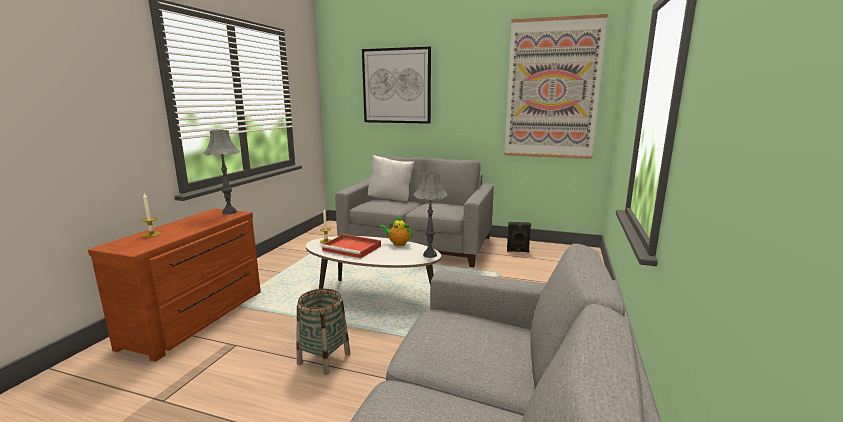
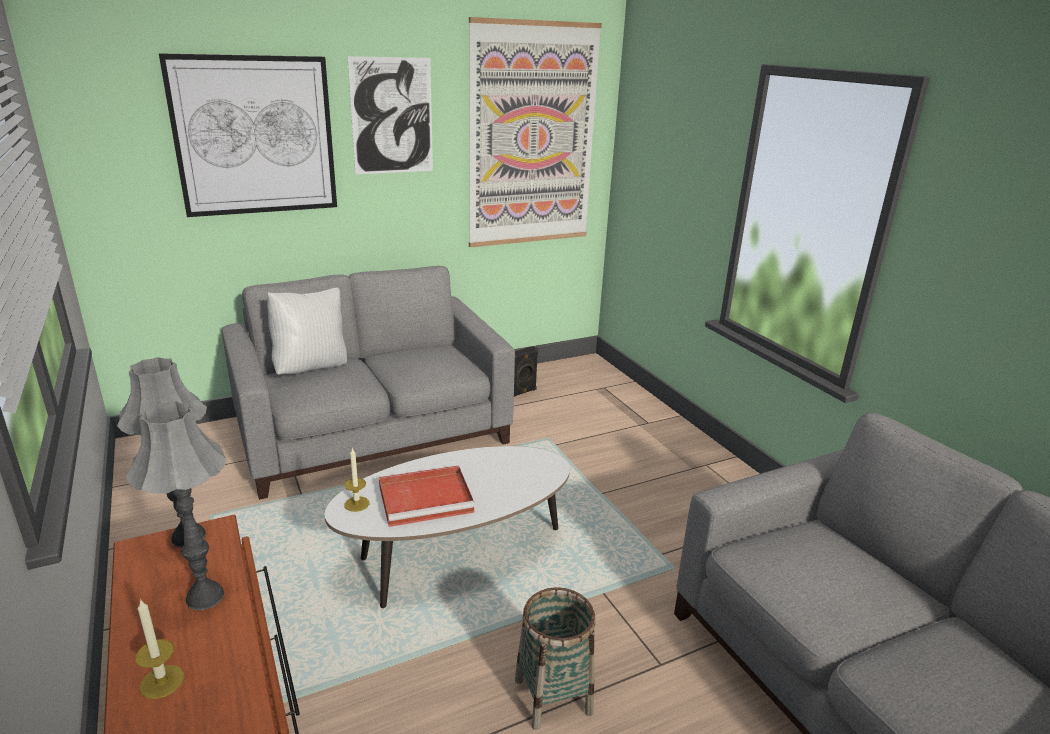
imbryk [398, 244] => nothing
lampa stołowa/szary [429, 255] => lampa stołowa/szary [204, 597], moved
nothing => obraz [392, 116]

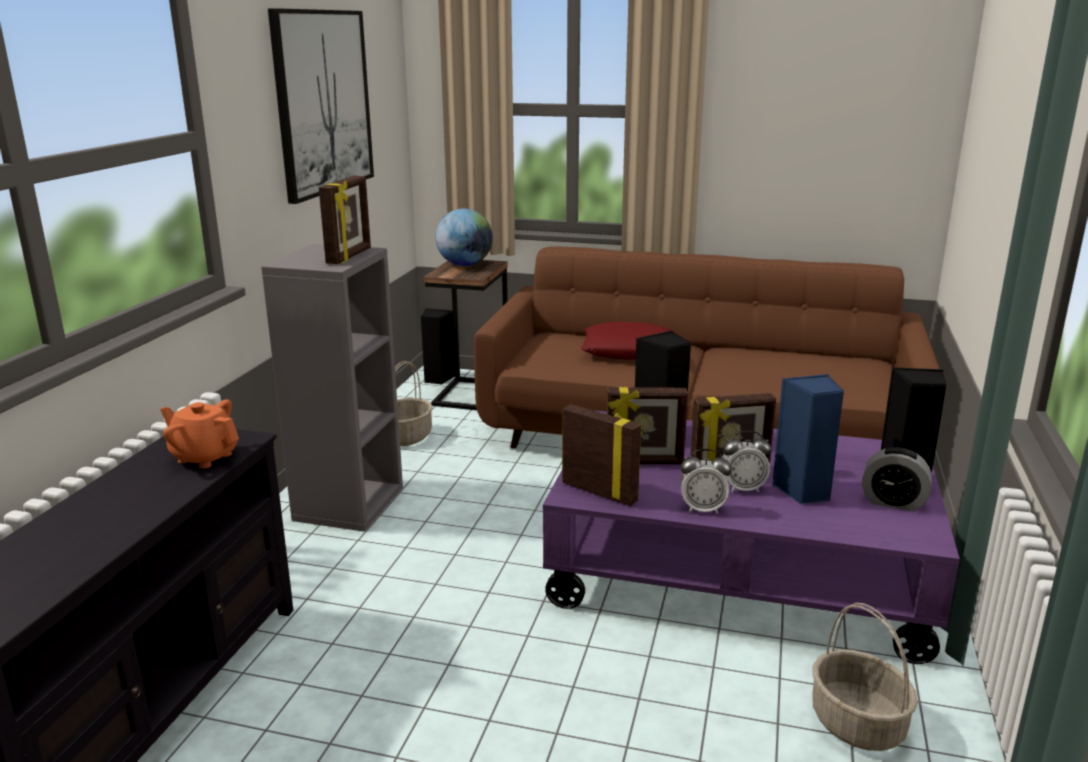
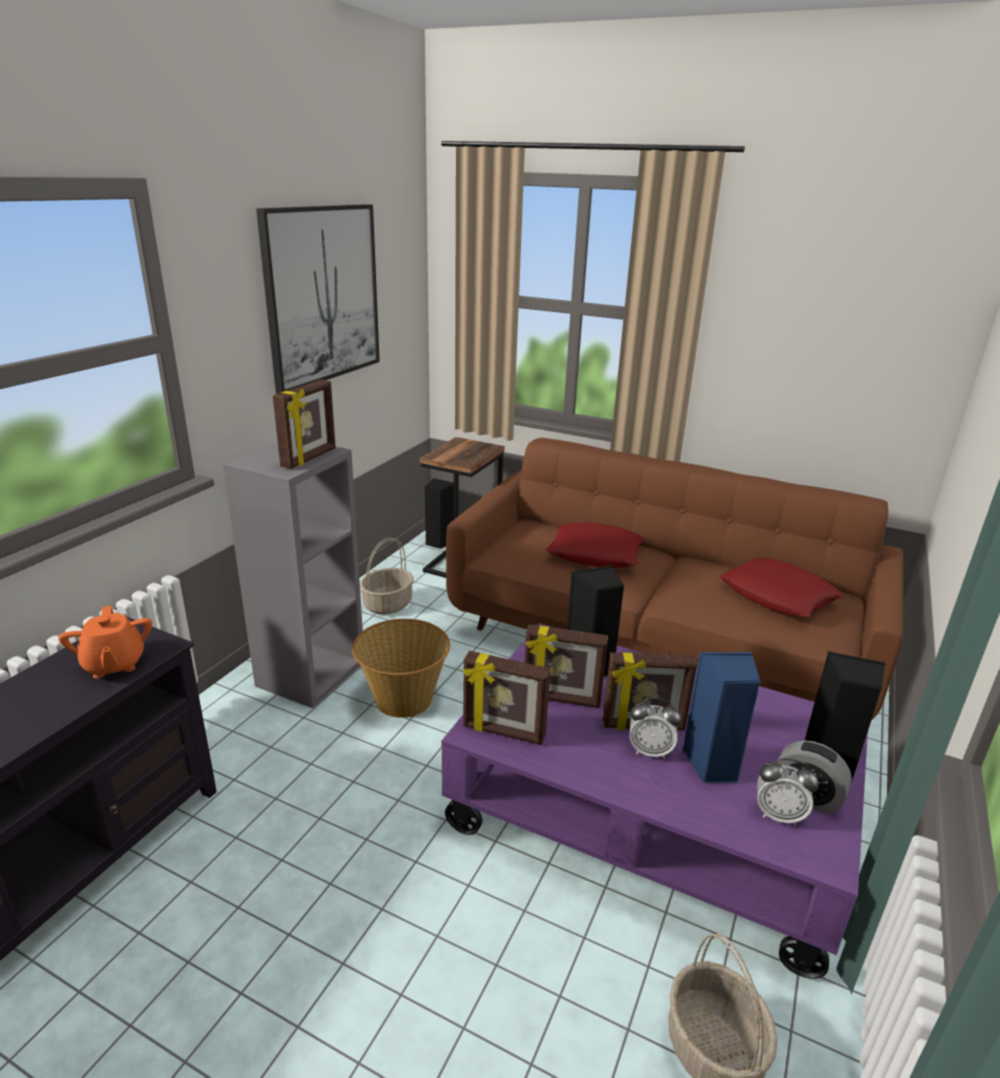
imbryk/pomarańczowy [204, 457] => imbryk/pomarańczowy [114, 664], 150 degrees counterclockwise
globus [465, 265] => nothing
ramka na zdjęcie [600, 492] => ramka na zdjęcie [503, 732], 150 degrees clockwise
budzik [702, 509] => budzik [778, 815], moved
nothing => koszyk [403, 700]
nothing => poduszka/czerwony [778, 596]

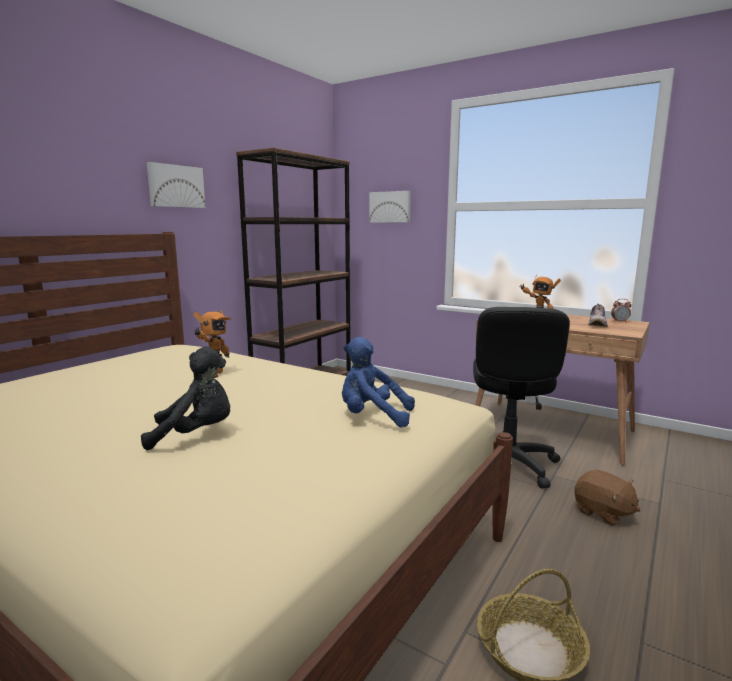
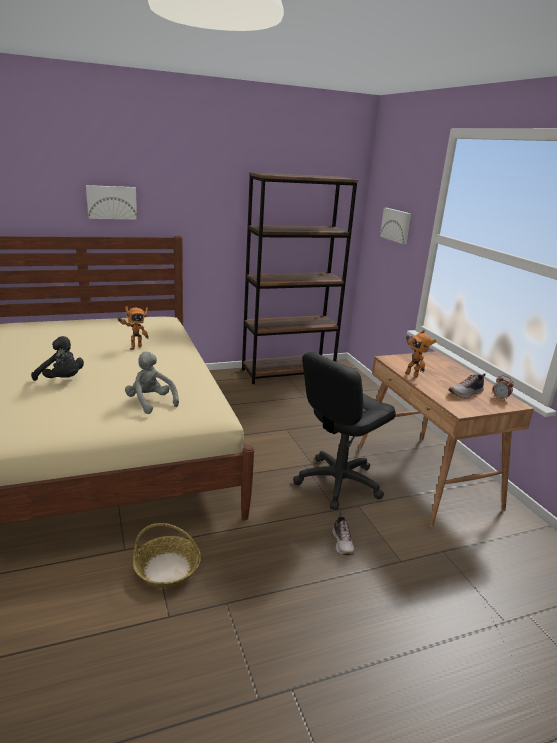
obraz [175, 186] => obraz [111, 202], moved
pluszak/niebieski [372, 417] => pluszak/szary [150, 402]
pluszak/brązowy [603, 513] => but [343, 543]

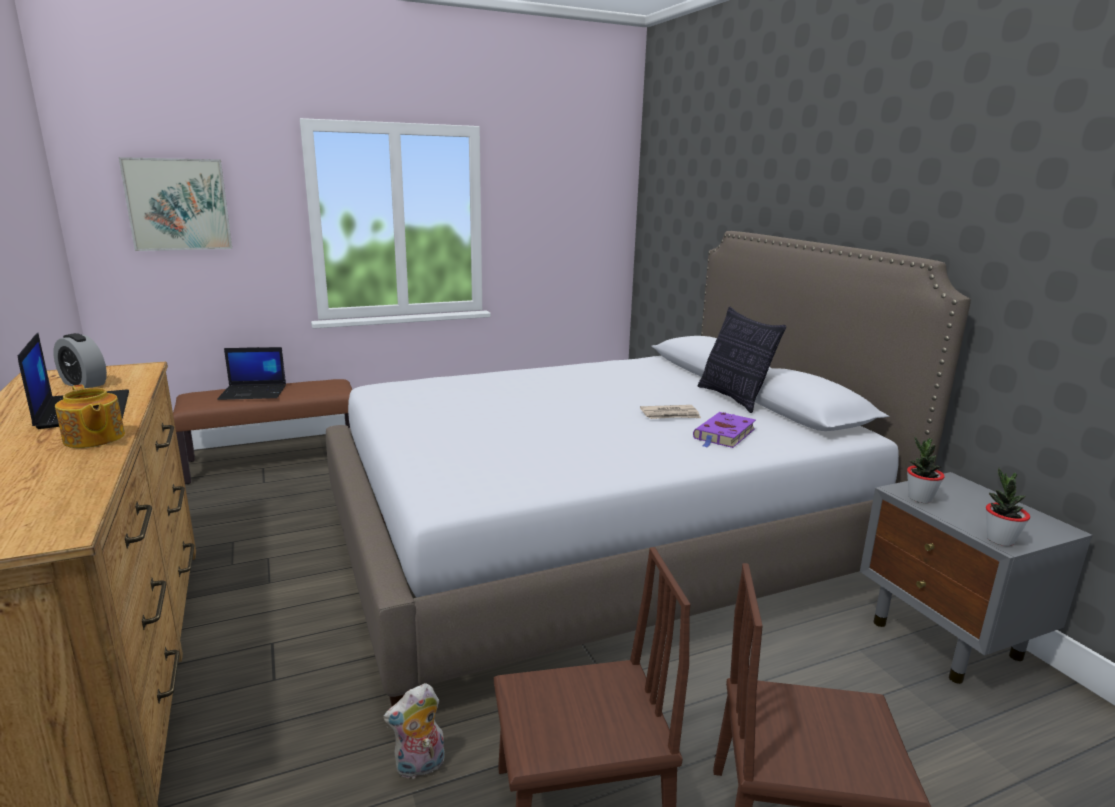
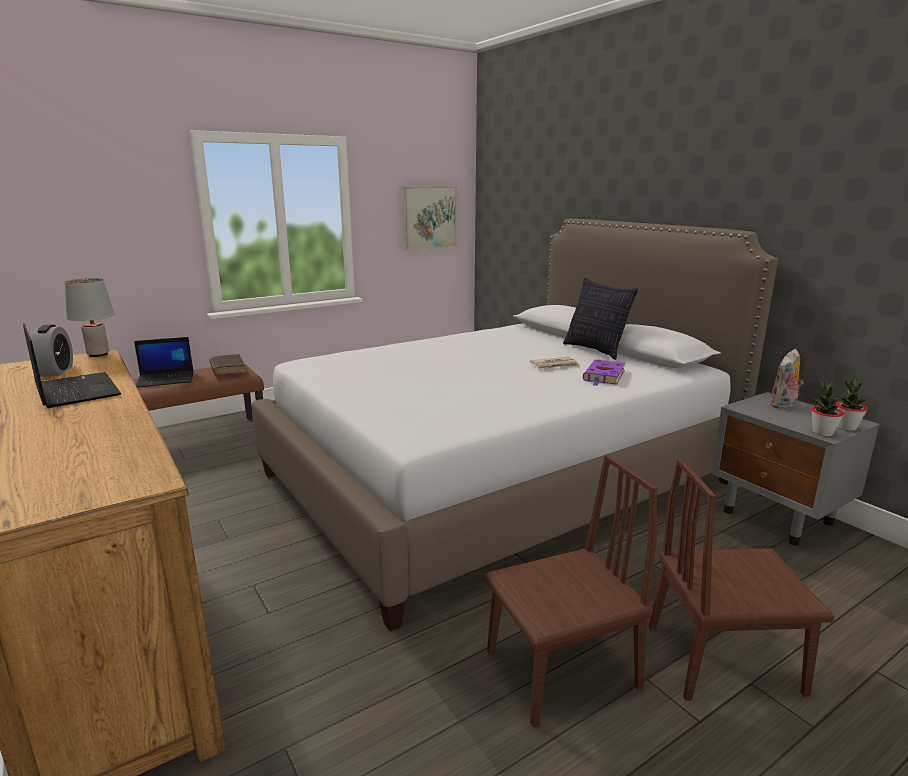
budzik [84, 384] => budzik [56, 371], 120 degrees counterclockwise
imbryk [94, 438] => nothing
obraz [178, 204] => obraz [429, 217], moved
pluszak [419, 767] => pluszak [783, 406], moved
roślina doniczkowa [919, 498] => roślina doniczkowa [846, 427], moved
nothing => lampa stołowa/szary [97, 354]
nothing => książka/brązowy [227, 370]

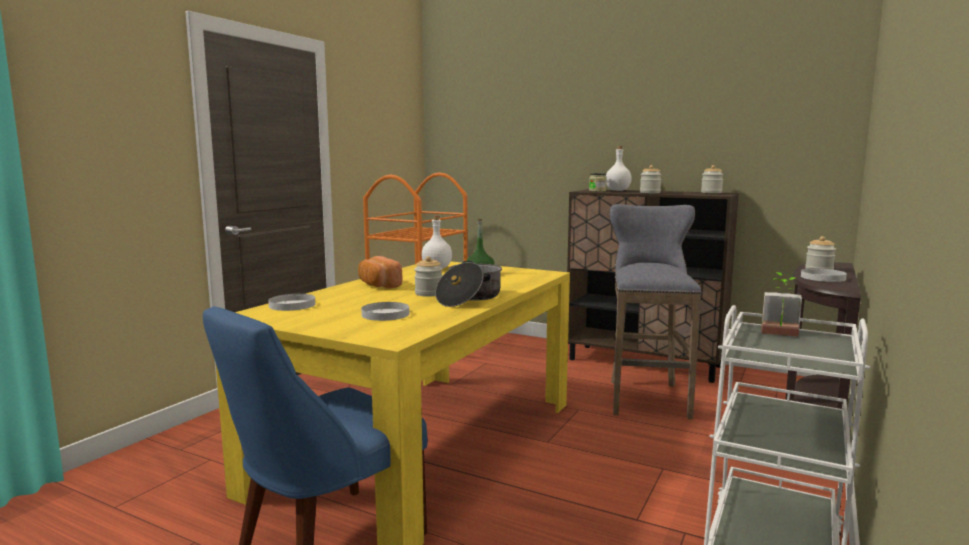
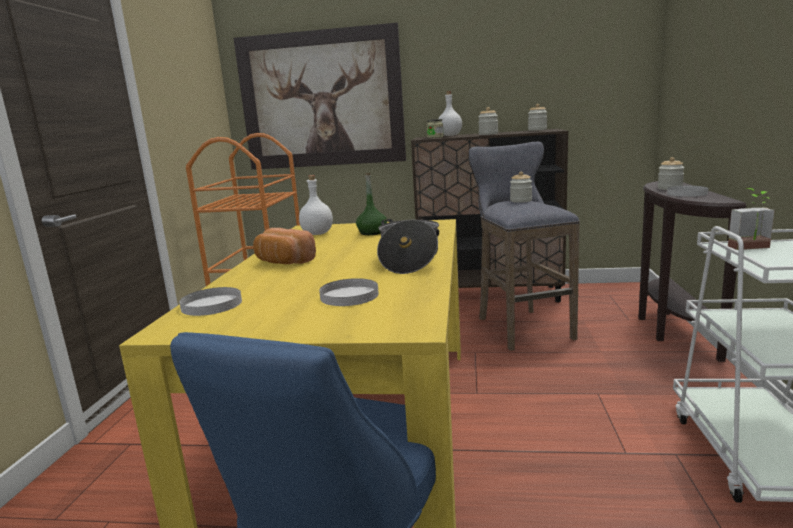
słoik [428, 293] => słoik [521, 201], moved
nothing => obraz [321, 100]

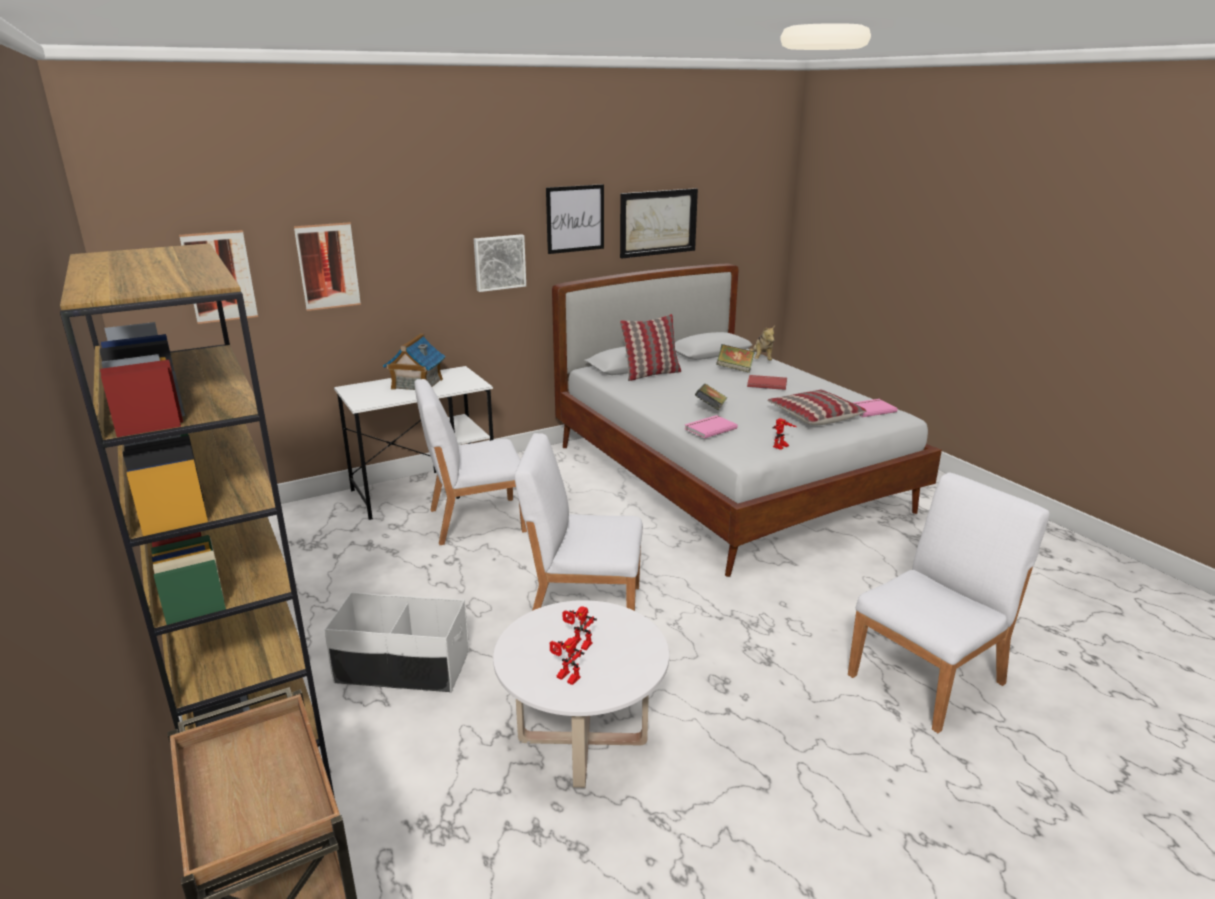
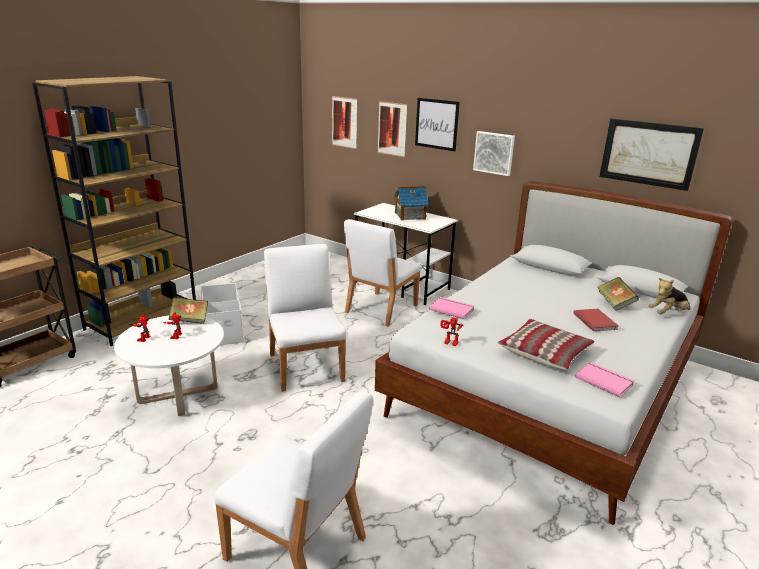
krzesło/biały [475, 520] => krzesło/biały [380, 309], 105 degrees counterclockwise
obraz [575, 218] => obraz [436, 124], moved
poduszka [650, 374] => nothing
książka [710, 409] => książka [190, 320], moved

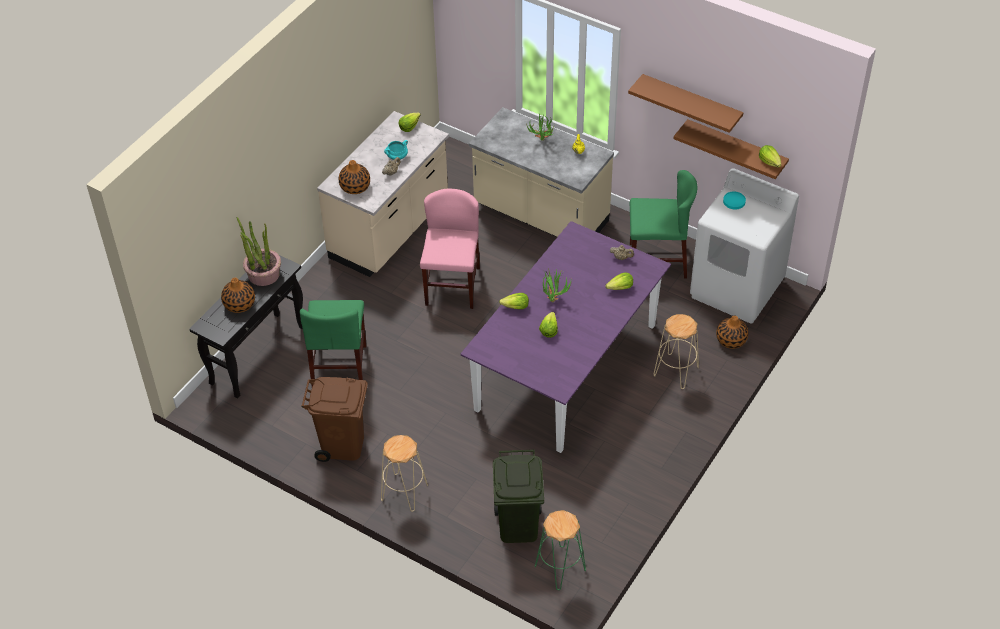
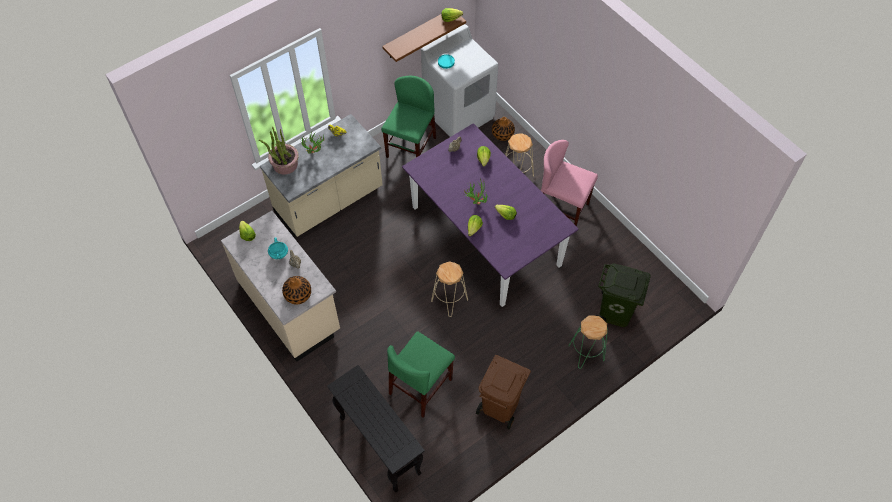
wazon [239, 304] => nothing
roślina doniczkowa [263, 274] => roślina doniczkowa [285, 164], moved
krzesło/zielony [339, 367] => krzesło/zielony [420, 386], 105 degrees clockwise
stołek/beżowy [404, 492] => stołek/beżowy [449, 300], moved
krzesło/różowy [452, 286] => krzesło/różowy [561, 209], moved
stołek/zielony [559, 568] => stołek/zielony [586, 353], moved
półka/brązowy [691, 103] => nothing

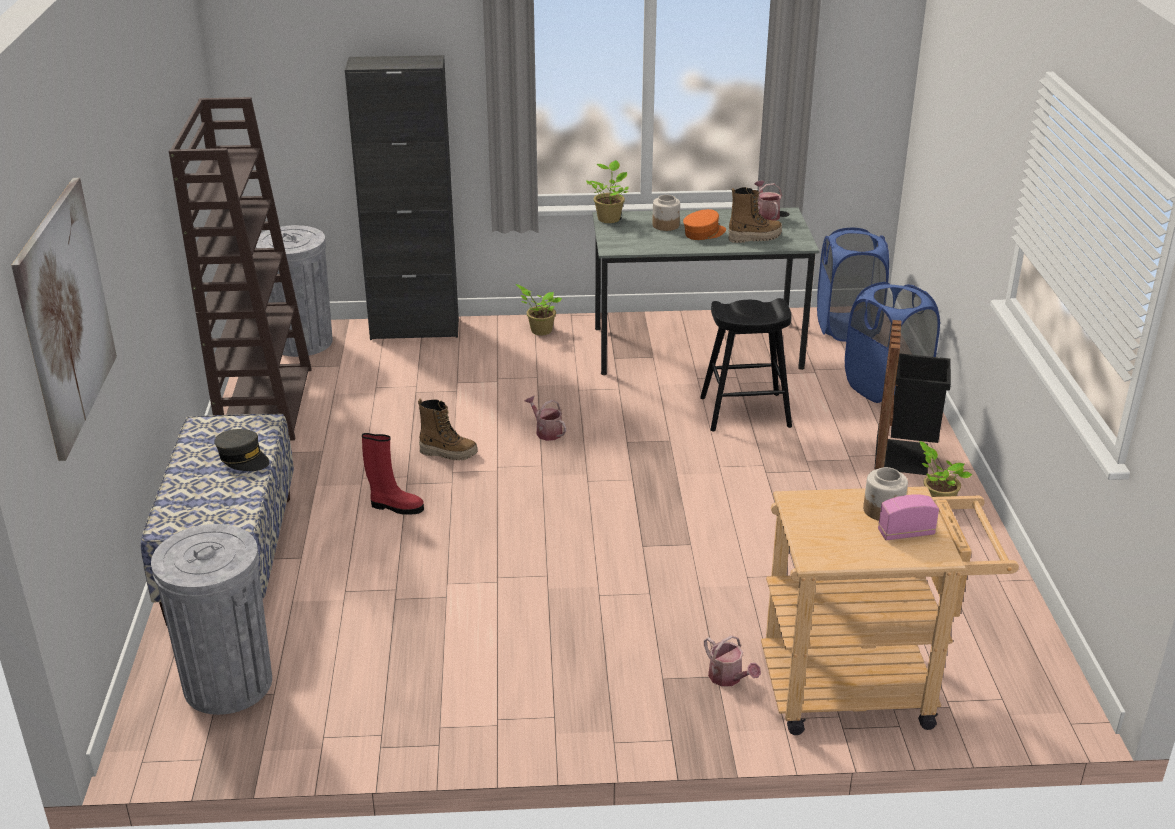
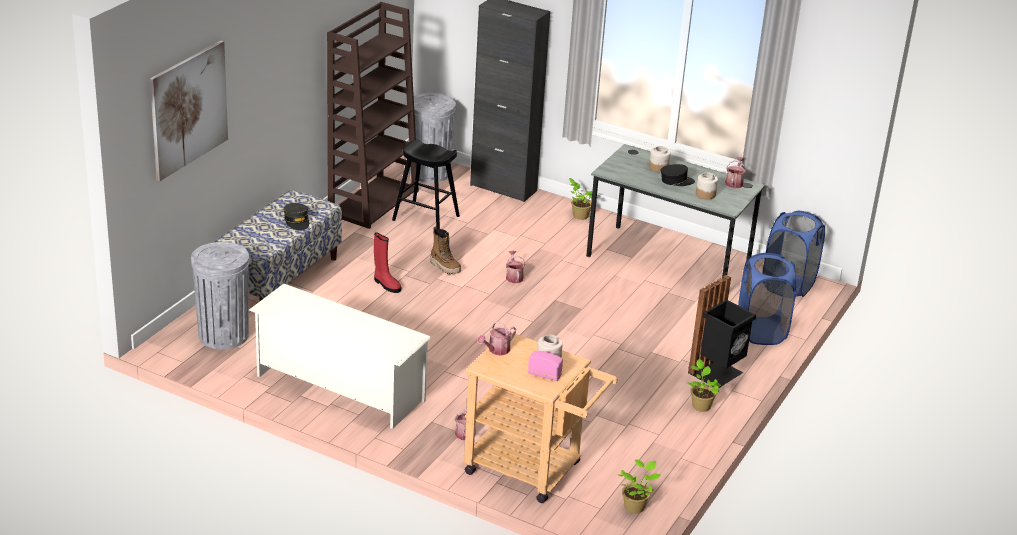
roślina doniczkowa [609, 218] => roślina doniczkowa [635, 506], moved
czapka z daszkiem/pomarańczowy [704, 233] => czapka z daszkiem/czarny [676, 181]
stołek/czarny [745, 412] => stołek/czarny [426, 218], moved
but z cholewką [754, 237] => słoik [705, 194]
nothing => regał na buty/biały [339, 388]
nothing => konewka [496, 350]

